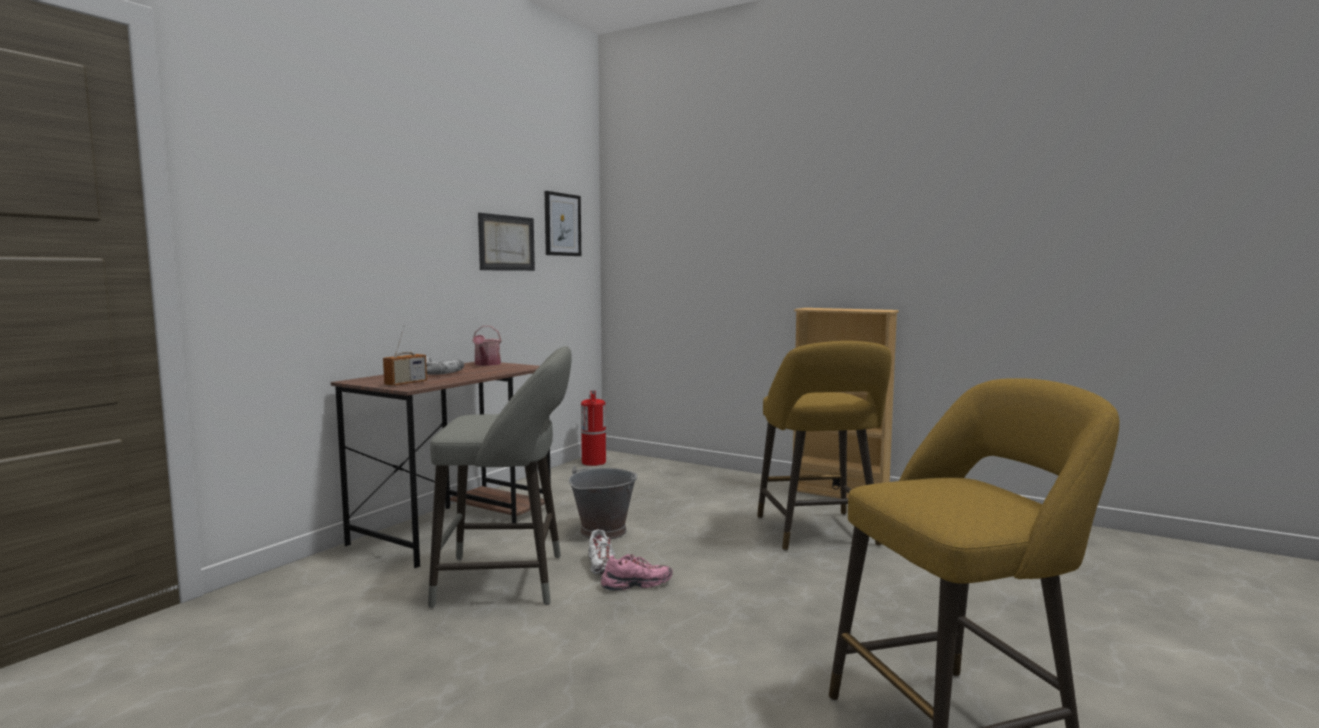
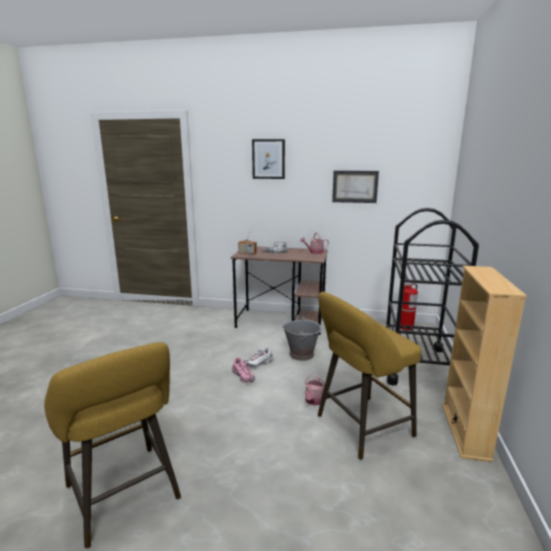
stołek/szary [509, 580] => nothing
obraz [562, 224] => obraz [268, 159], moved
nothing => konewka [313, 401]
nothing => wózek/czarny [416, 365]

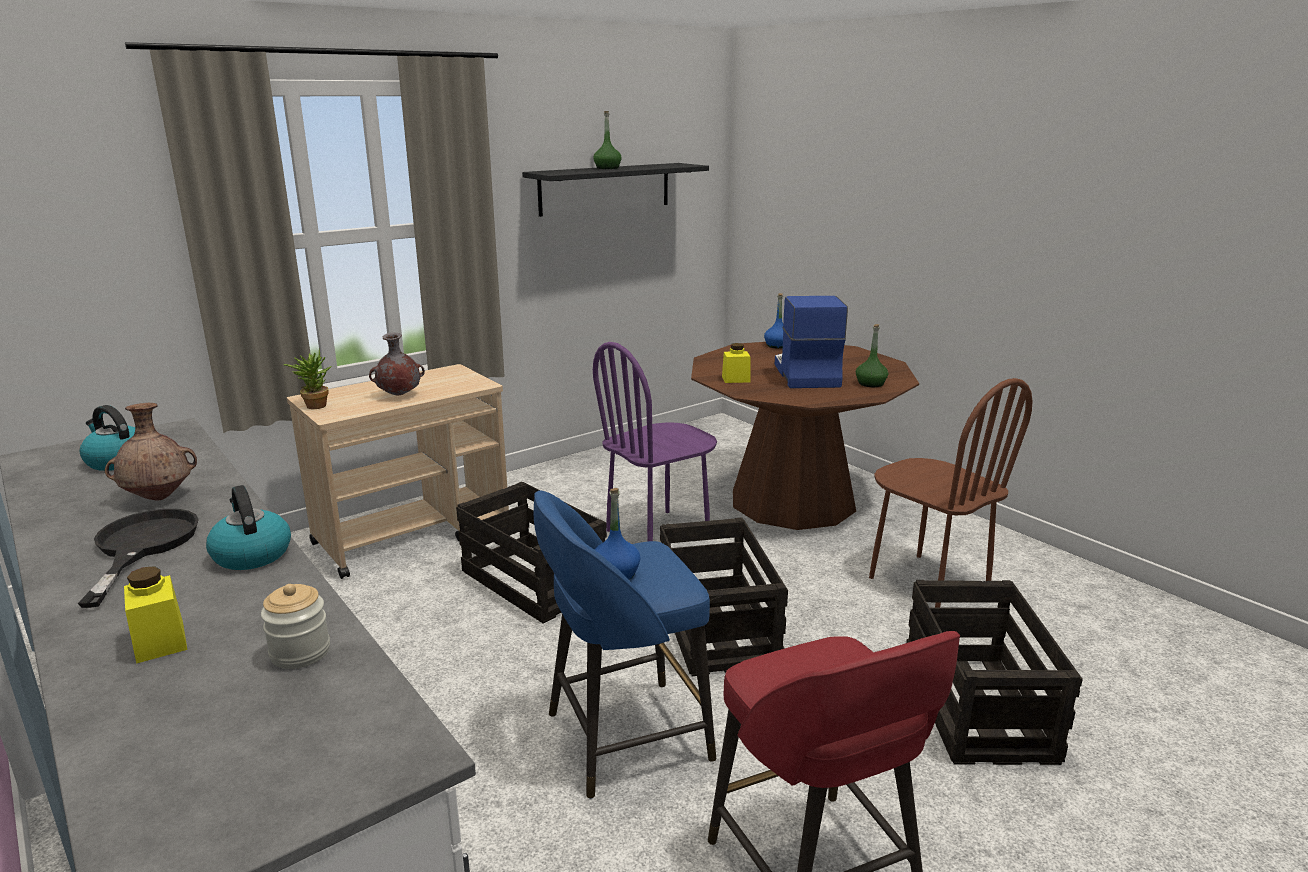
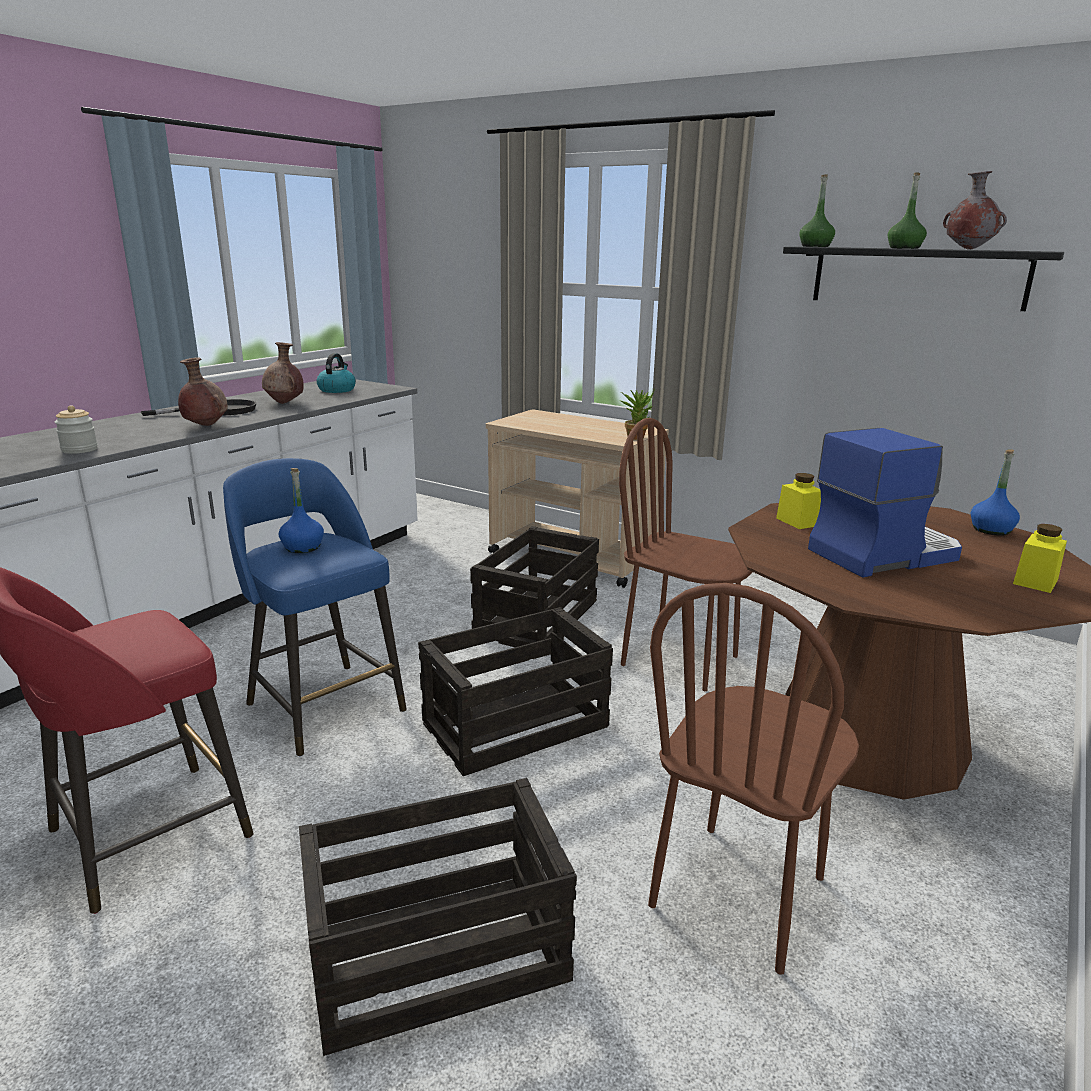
słoik/żółty [160, 642] => słoik/żółty [1035, 582], moved
czajnik [251, 554] => wazon/brązowy [205, 426]
roślina doniczkowa [314, 405] => roślina doniczkowa [636, 437], moved
wazon/szary [399, 395] => wazon/szary [968, 249], moved
krzesło/fioletowy [658, 534] => krzesło/brązowy [680, 660]
butelka/zielony [870, 384] => butelka/zielony [815, 246], moved

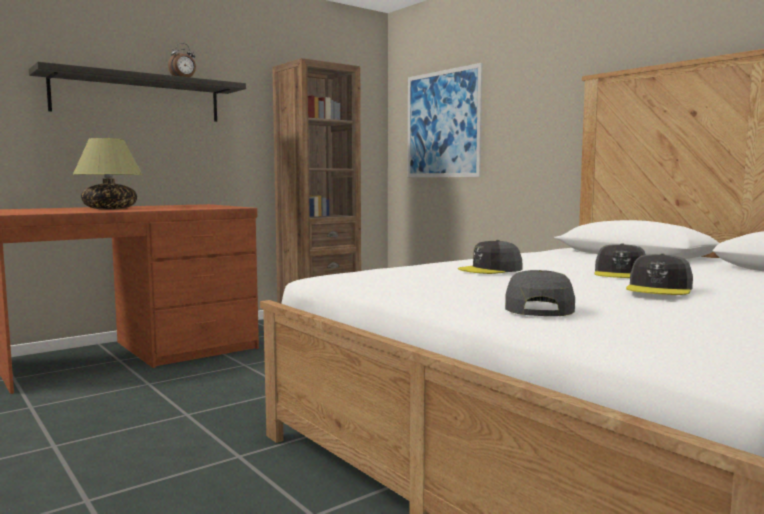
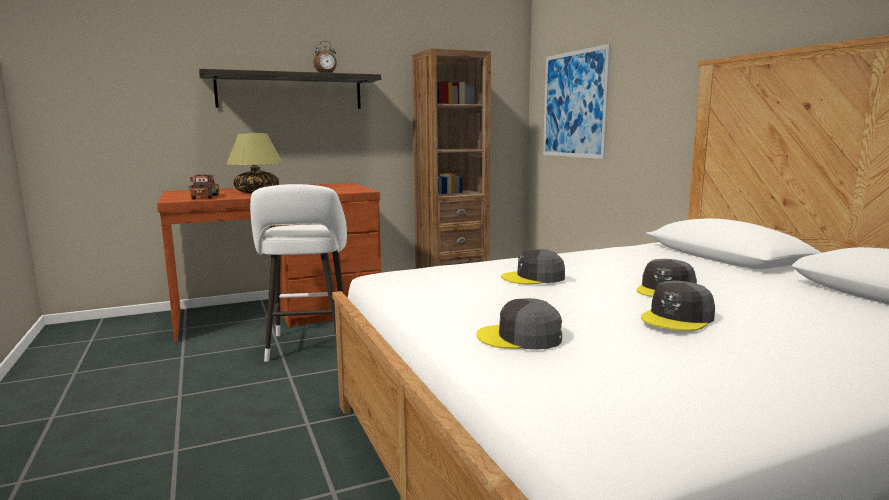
czapka z daszkiem/szary [538, 308] => czapka z daszkiem/szary [520, 337], 105 degrees counterclockwise
nothing => ciężarówka zabawkowa [206, 197]
nothing => stołek/biały [307, 348]

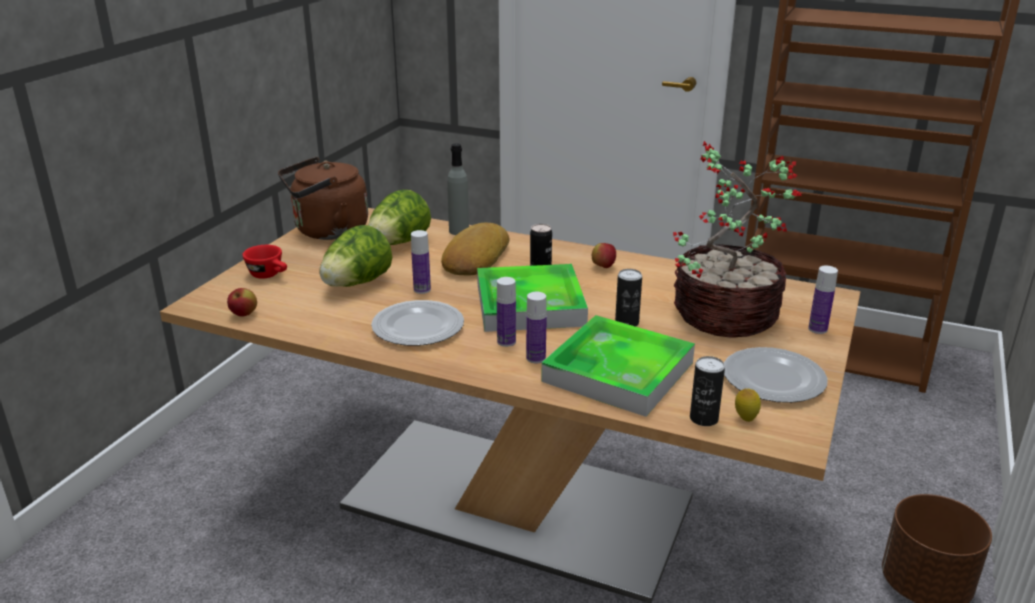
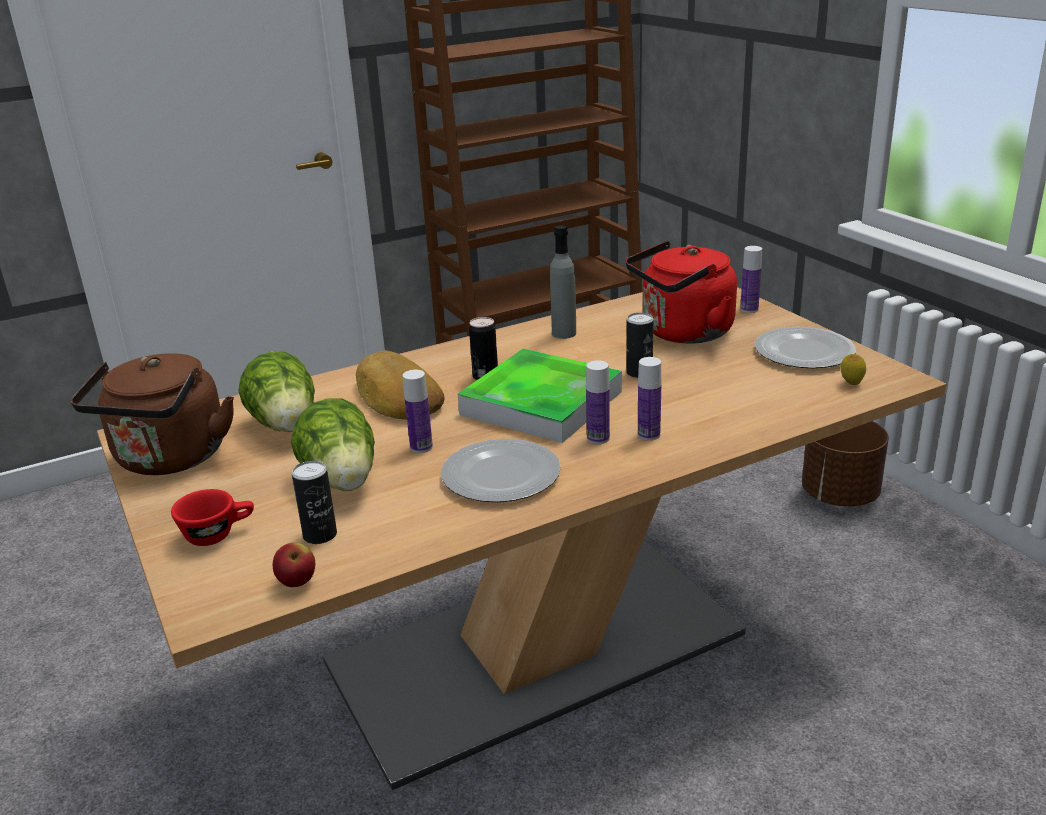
butelka/szary [459, 231] => butelka/szary [564, 333], moved
taca [618, 372] => nothing
jabłko [603, 267] => nothing
roślina doniczkowa [722, 316] => czajnik/czerwony [682, 333]
puszka [704, 418] => puszka [320, 535], moved

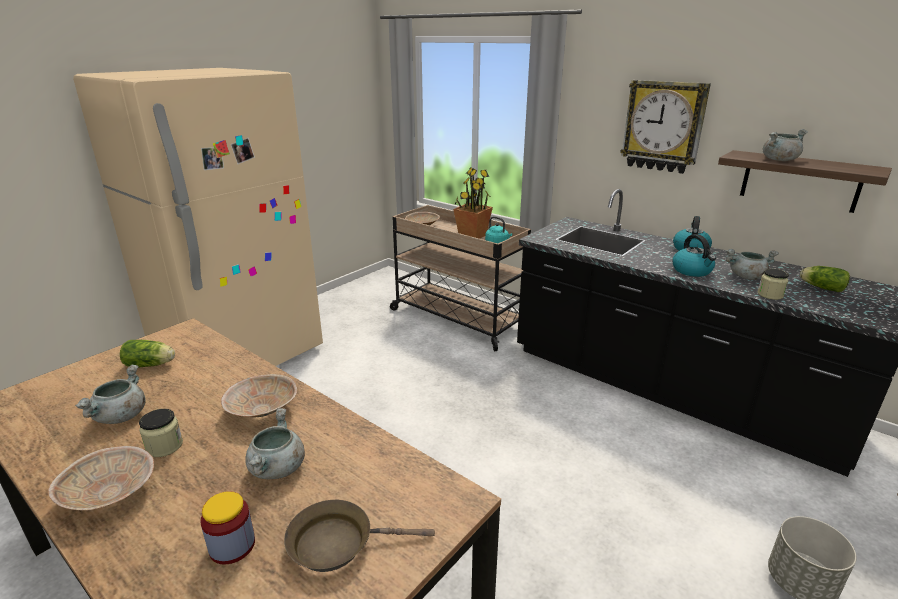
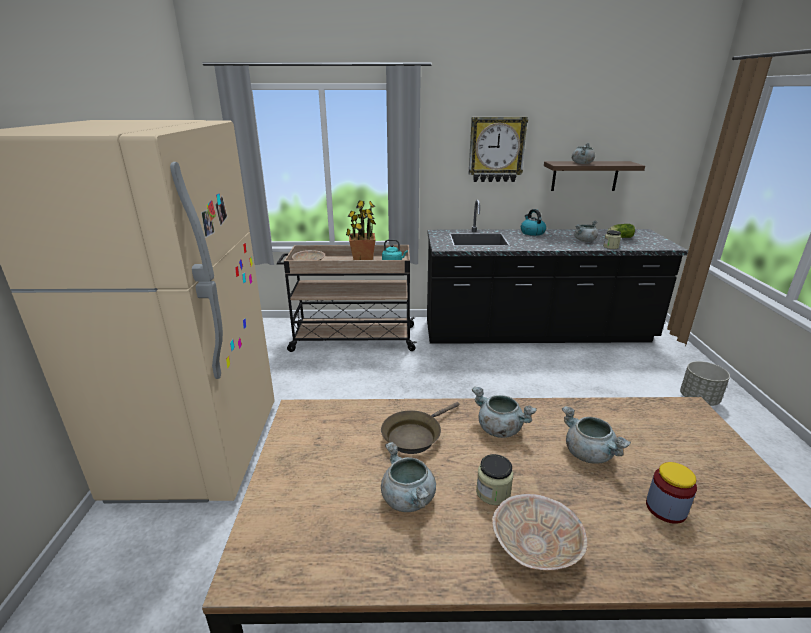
sałata [151, 365] => nothing
miska/beżowy [261, 410] => garnek/szary [499, 429]
patelnia/brązowy [338, 543] => patelnia/brązowy [414, 435], moved
czajnik [692, 271] => nothing

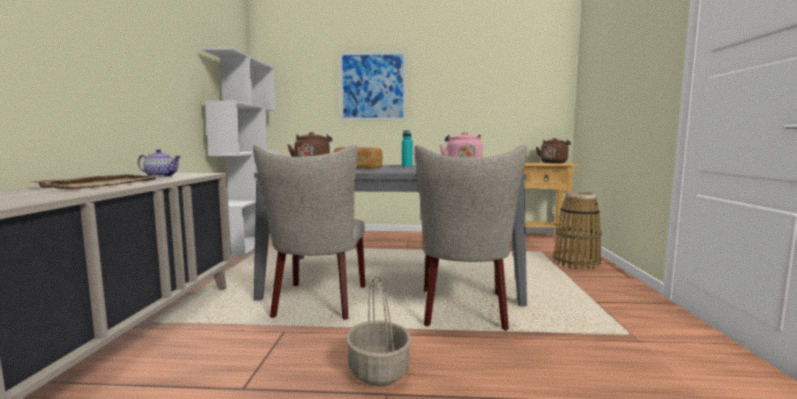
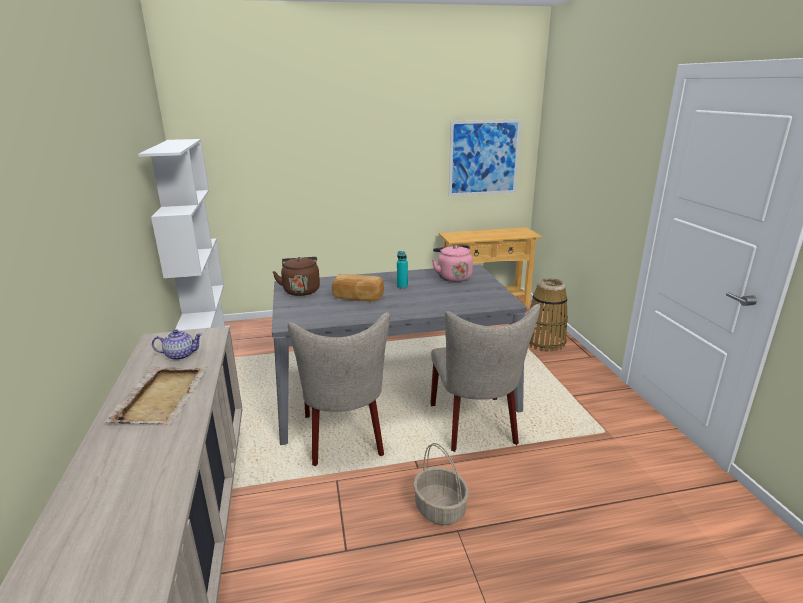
obraz [373, 86] => obraz [484, 158], moved
czajnik/brązowy [553, 163] => nothing

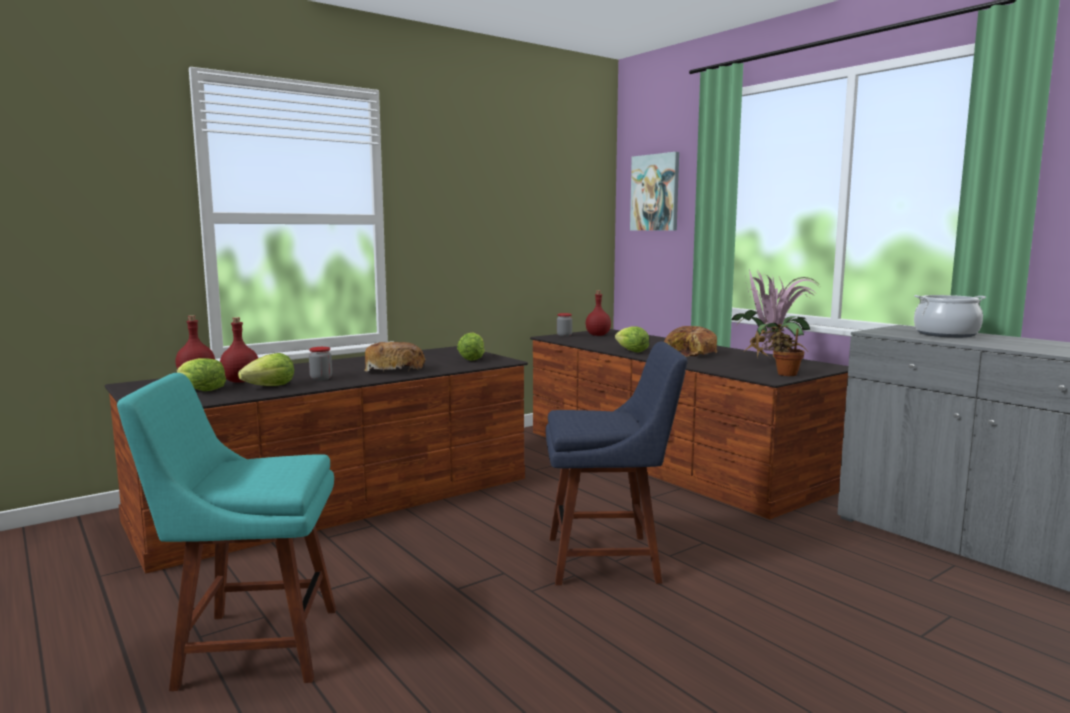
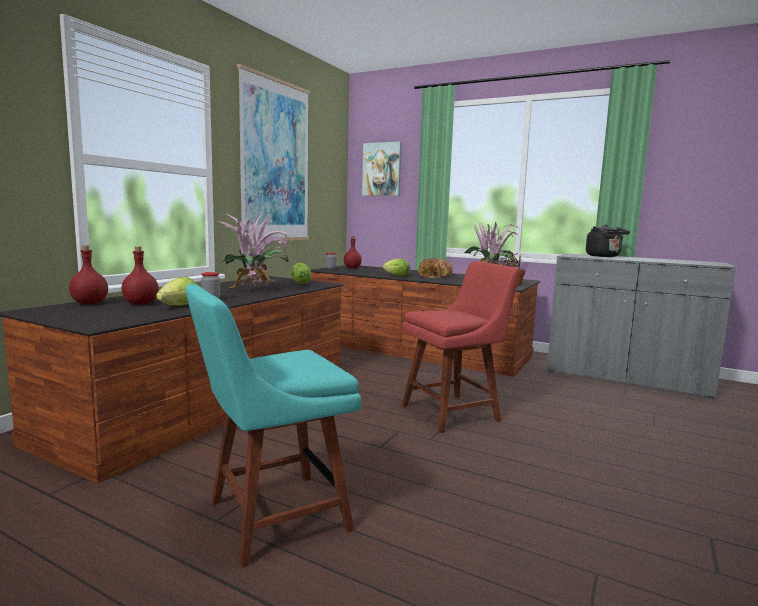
sałata [201, 389] => nothing
chleb [393, 369] => roślina doniczkowa [255, 291]
krzesło/niebieski [609, 559] => krzesło/czerwony [454, 412]
garnek [946, 334] => czajnik/czarny [604, 256]
nothing => obraz [275, 161]

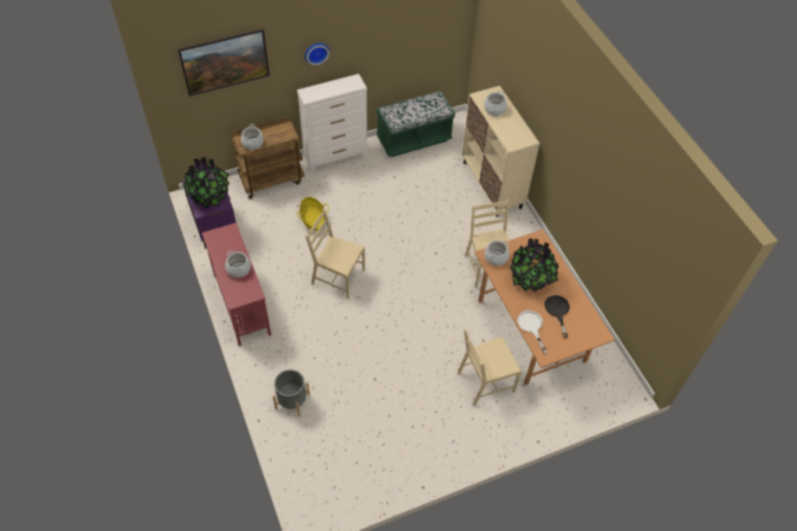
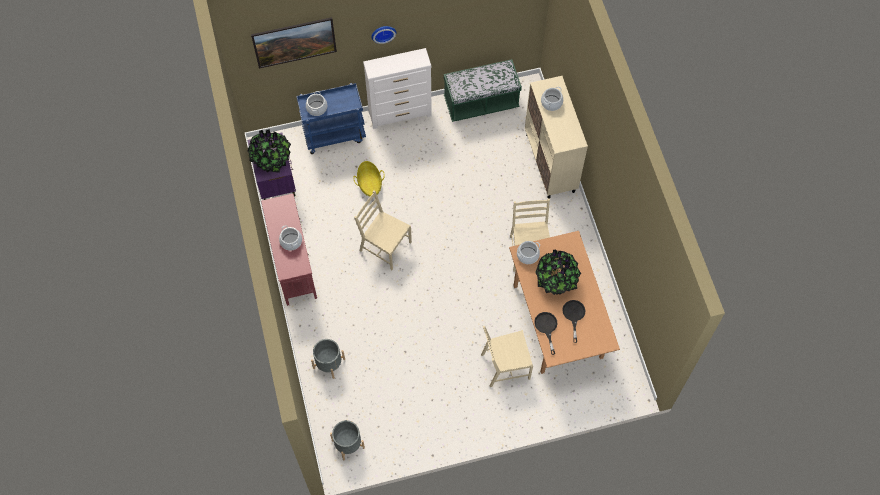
wózek/brązowy [272, 179] => wózek/niebieski [334, 135]
patelnia/biały [531, 326] => patelnia/czarny [546, 328]
nothing => donica/szary [348, 444]

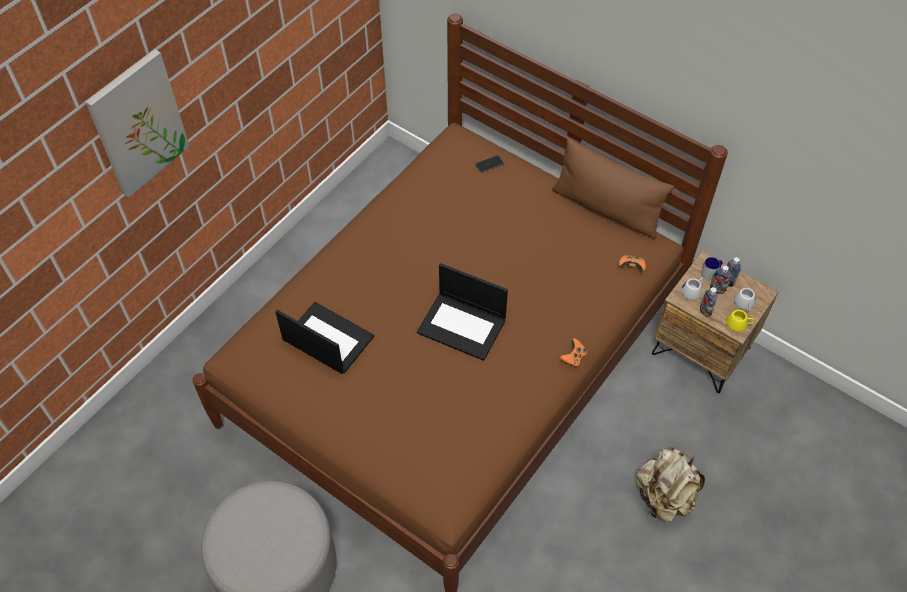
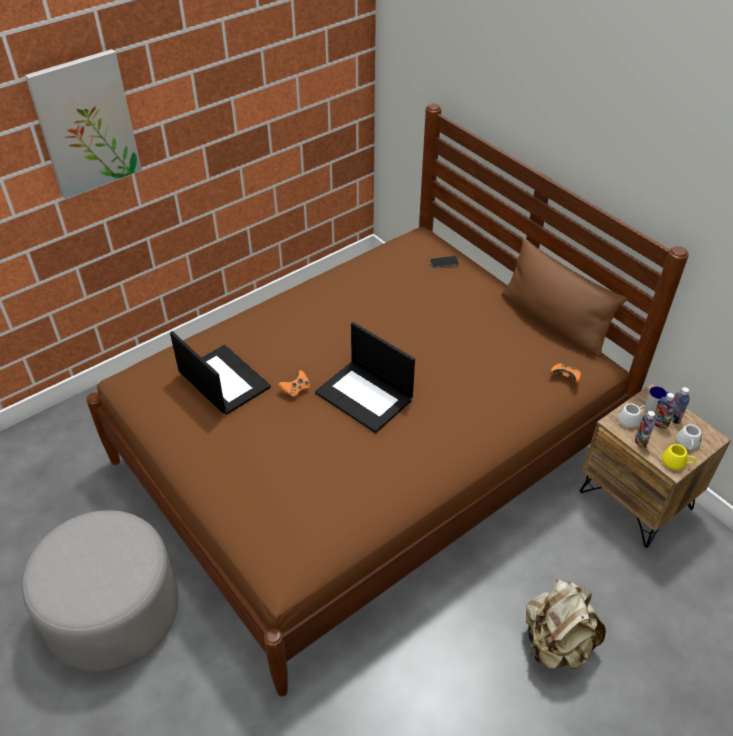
pad do gier/pomarańczowy [573, 357] => pad do gier/pomarańczowy [296, 390], moved

